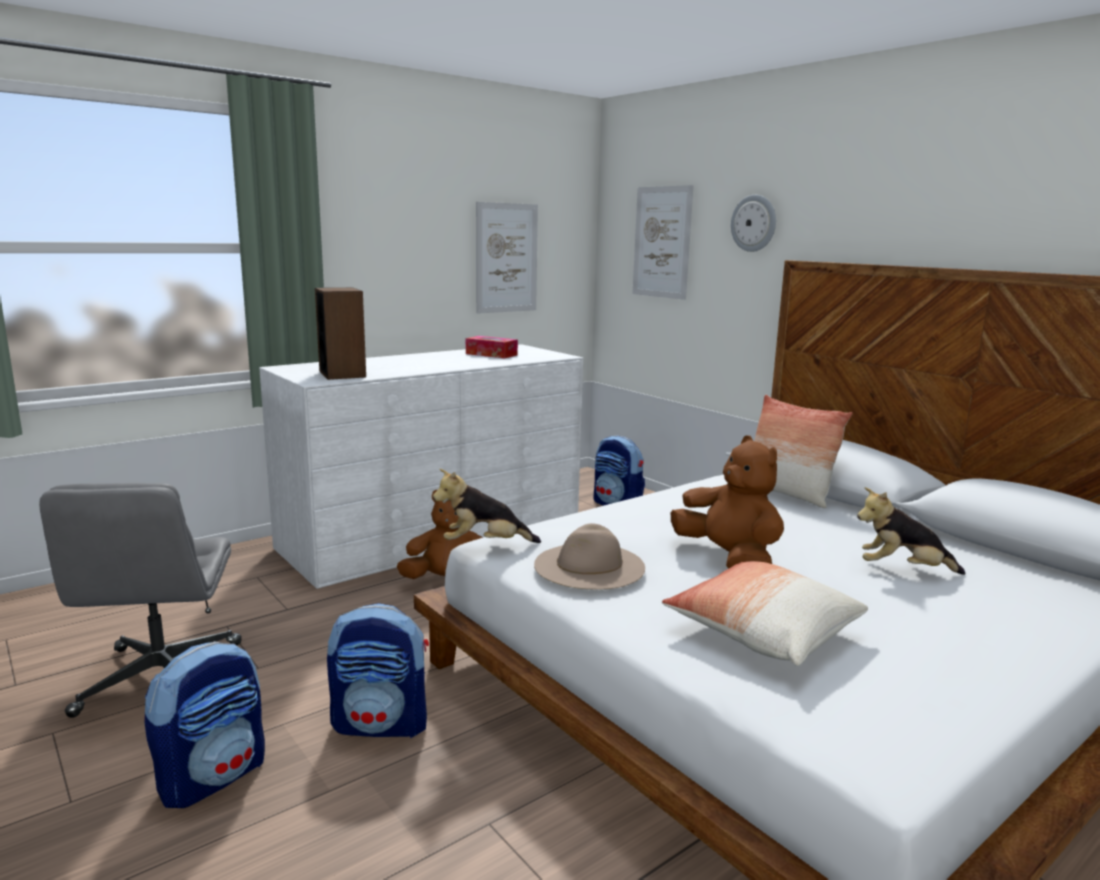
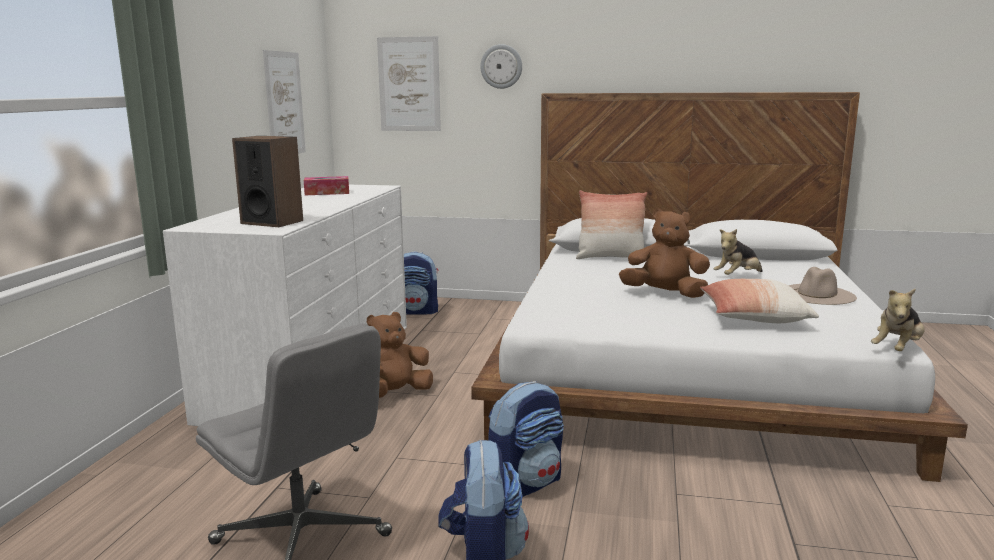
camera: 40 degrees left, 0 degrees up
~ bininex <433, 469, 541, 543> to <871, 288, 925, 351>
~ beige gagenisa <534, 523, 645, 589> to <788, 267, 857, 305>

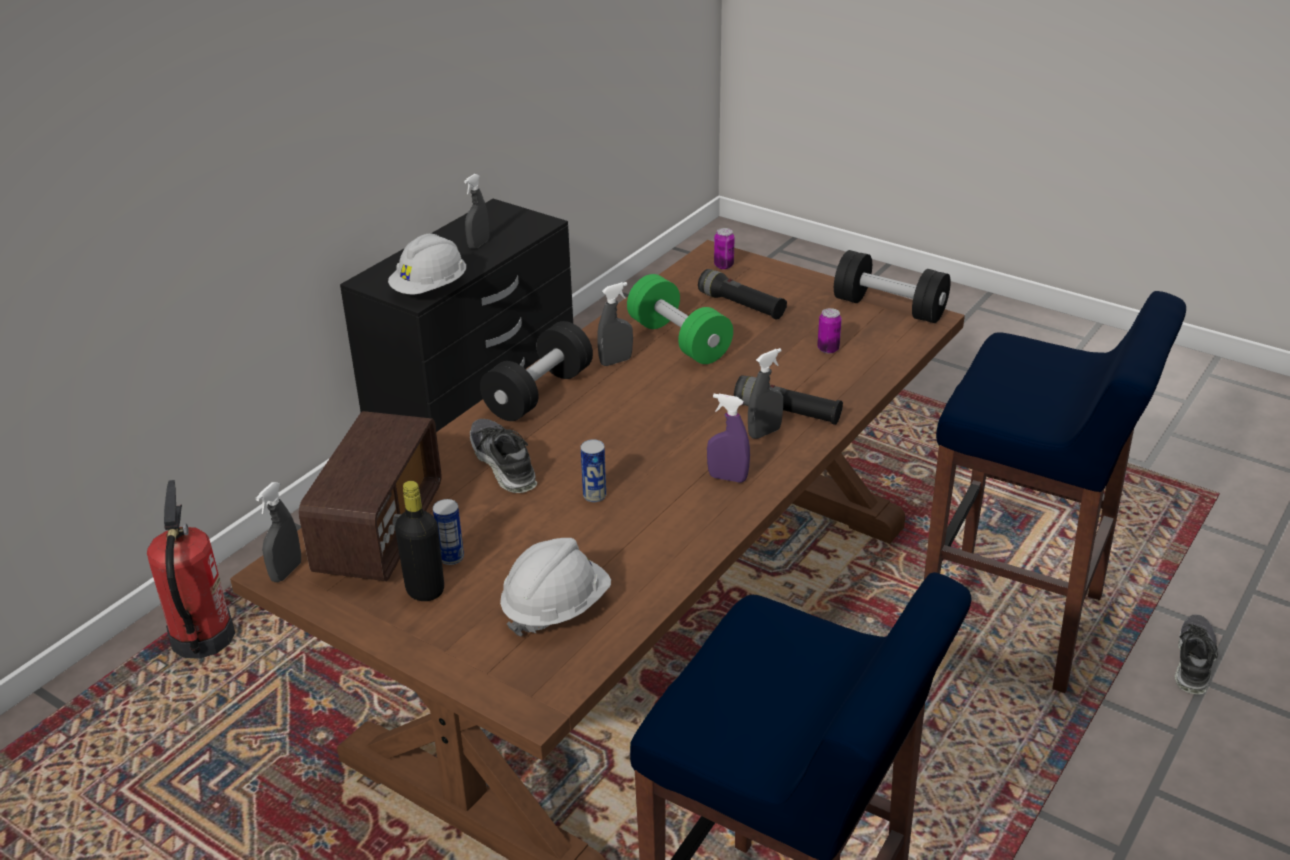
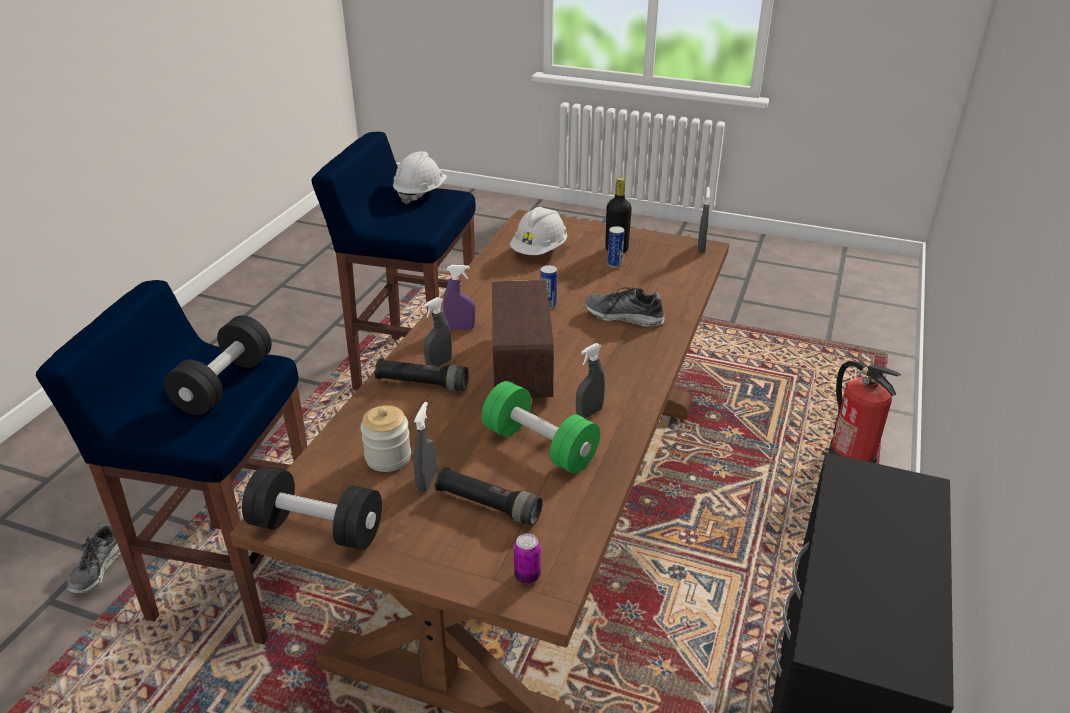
camera: 165 degrees right, 0 degrees up
~ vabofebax <299, 411, 441, 581> to <492, 280, 554, 398>
~ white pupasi <388, 234, 466, 294> to <393, 151, 447, 205>
~ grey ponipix <464, 174, 489, 249> to <414, 402, 437, 492>
~ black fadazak <480, 321, 593, 421> to <164, 315, 272, 415>
~ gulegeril <817, 308, 842, 353> to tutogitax <360, 405, 411, 472>
~ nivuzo <470, 419, 537, 493> = <585, 287, 665, 326> 150 degrees clockwise

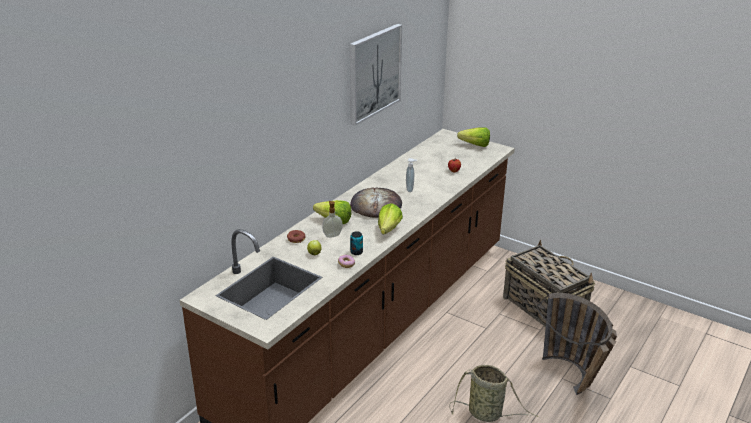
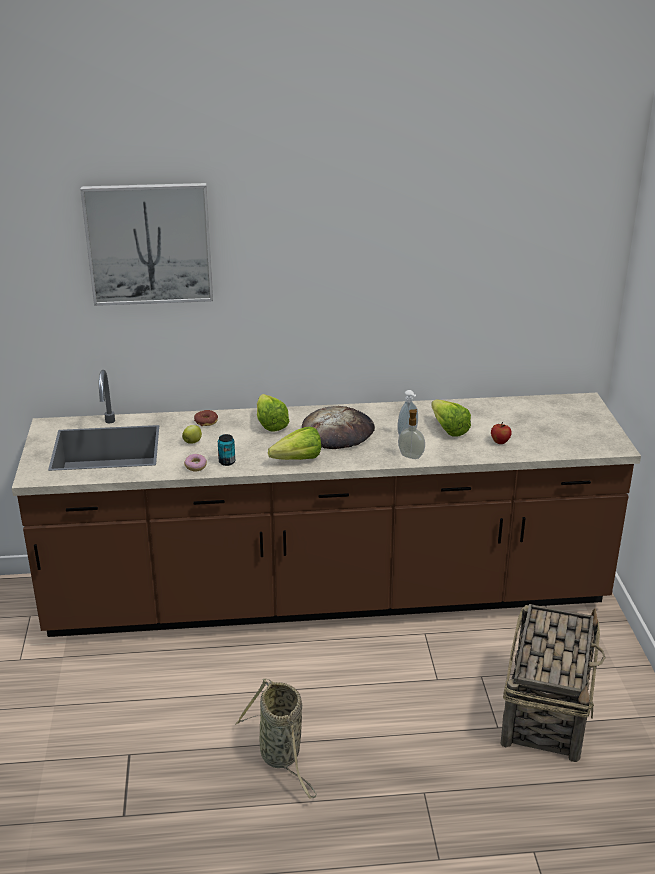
camera: 50 degrees right, 0 degrees up
- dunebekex <536, 293, 617, 395>
~ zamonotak <322, 201, 343, 238> to <398, 409, 425, 459>
~ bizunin <350, 24, 402, 126> to <80, 183, 213, 306>
~ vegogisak <457, 127, 490, 147> to <431, 399, 471, 437>

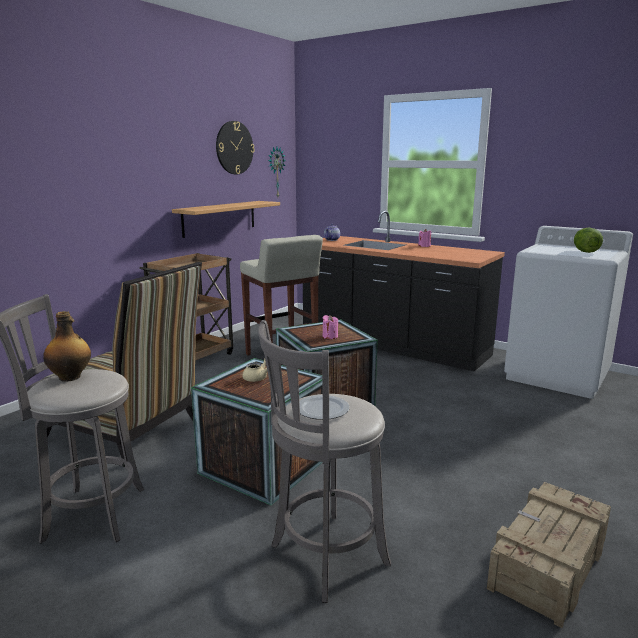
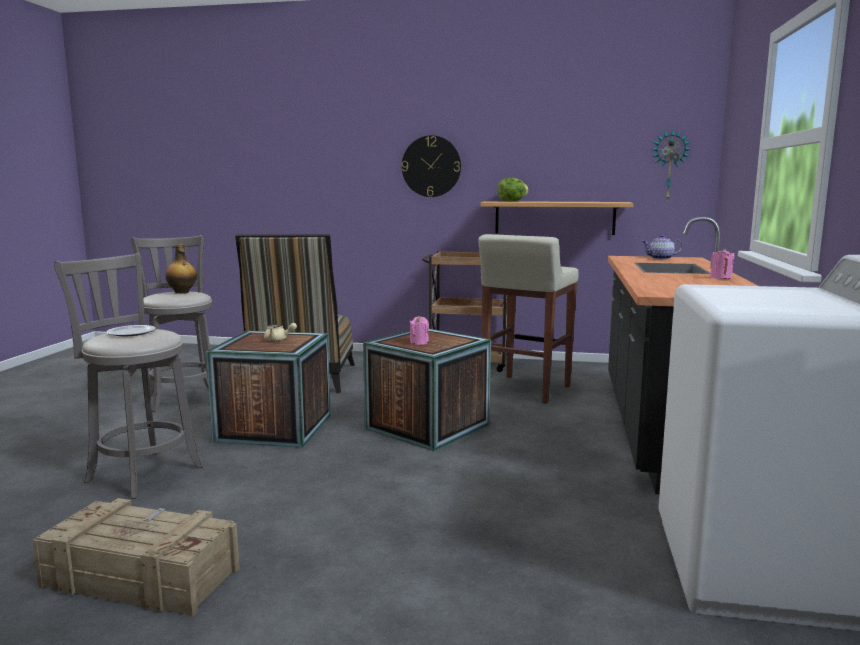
camera: 65 degrees right, 5 degrees down
~ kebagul <216, 121, 255, 174> to <402, 135, 461, 197>
~ vegogisak <574, 228, 603, 253> to <497, 178, 529, 201>

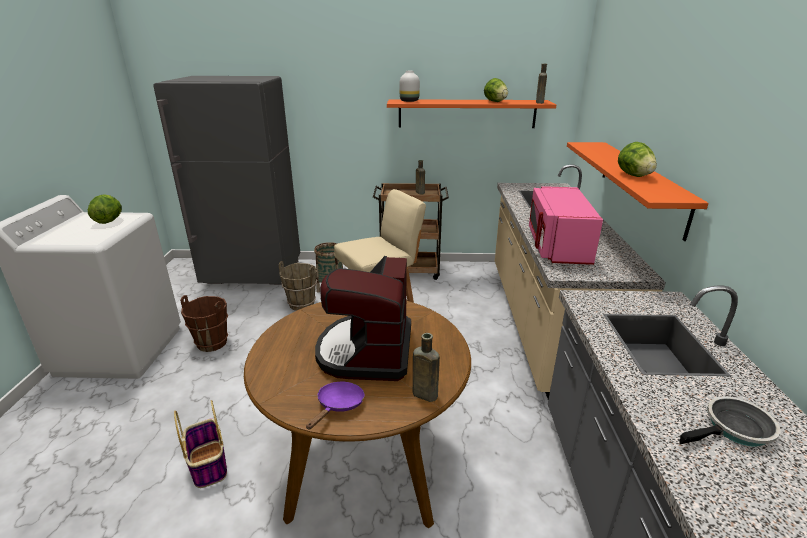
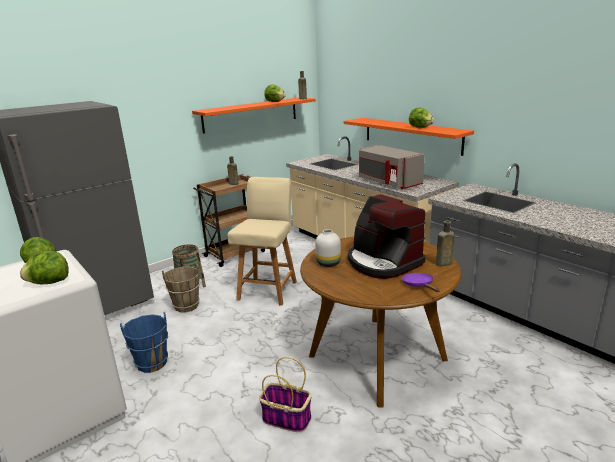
camera: 40 degrees left, 5 degrees down
- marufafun <679, 396, 781, 447>
+ vegogisak <20, 251, 69, 284>
~ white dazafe <400, 71, 420, 102> to <315, 229, 341, 267>
~ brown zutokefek <180, 295, 228, 352> to blue zutokefek <120, 312, 168, 373>
~ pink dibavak <529, 186, 603, 265> to grey dibavak <359, 145, 425, 189>

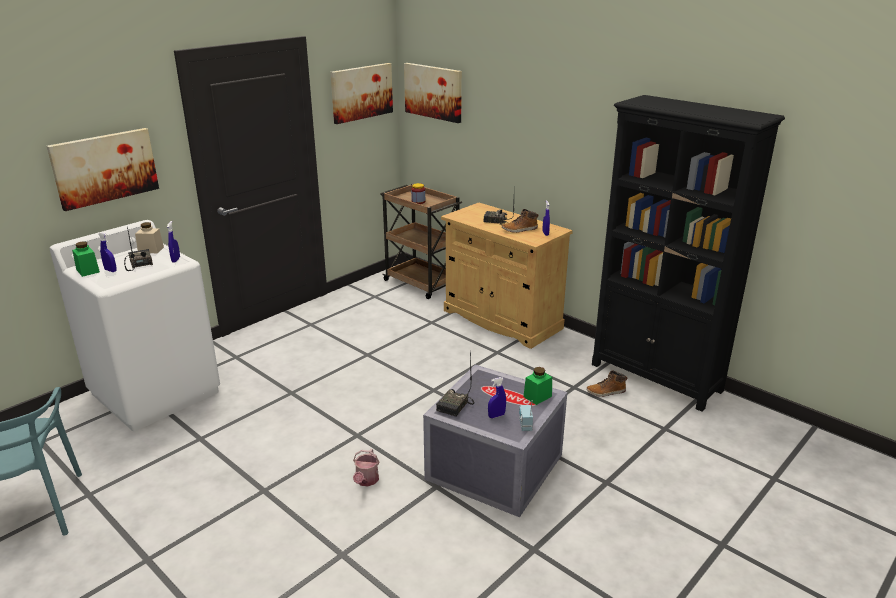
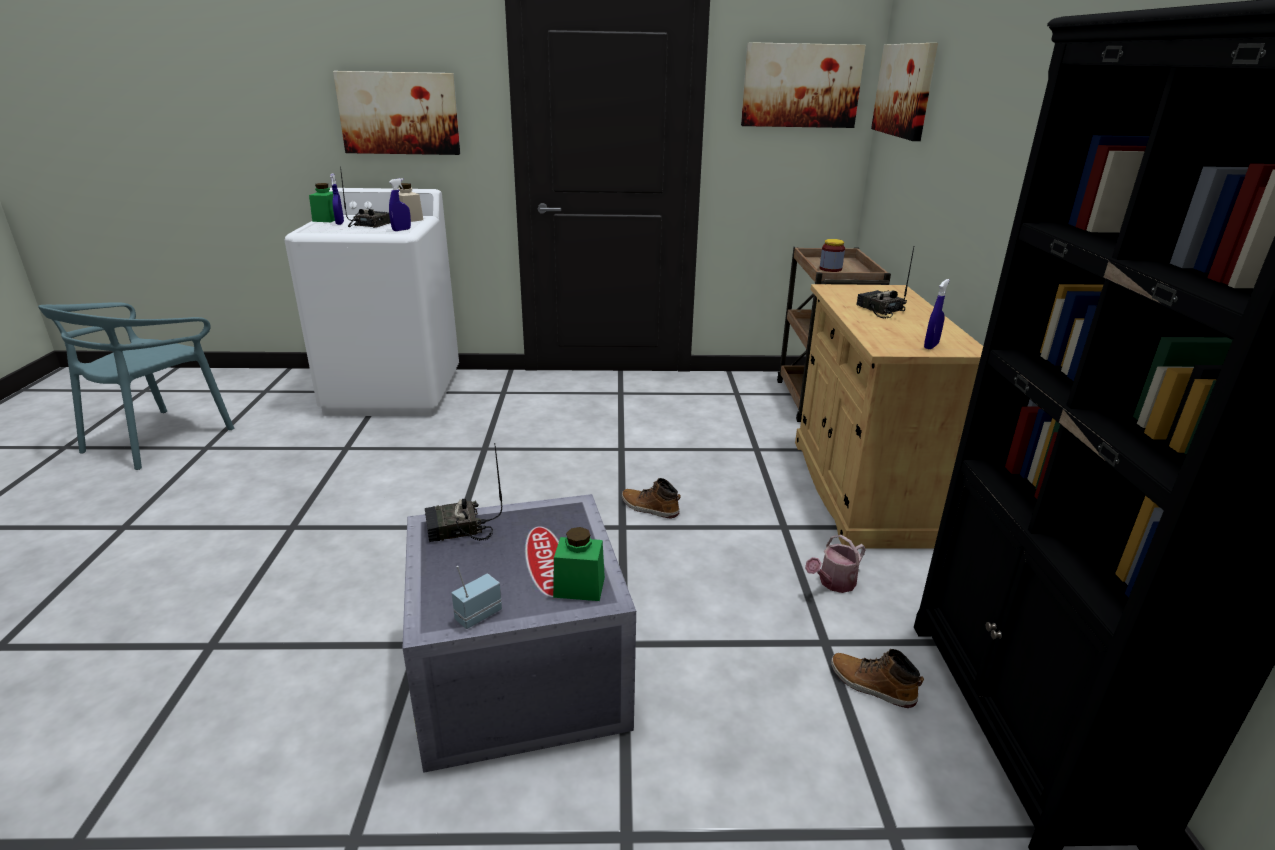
camera: 45 degrees right, 0 degrees up
- blue ponipix <488, 377, 506, 418>
~ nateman <353, 449, 379, 486> to <805, 535, 866, 593>
~ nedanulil <502, 209, 538, 233> to <622, 478, 681, 519>

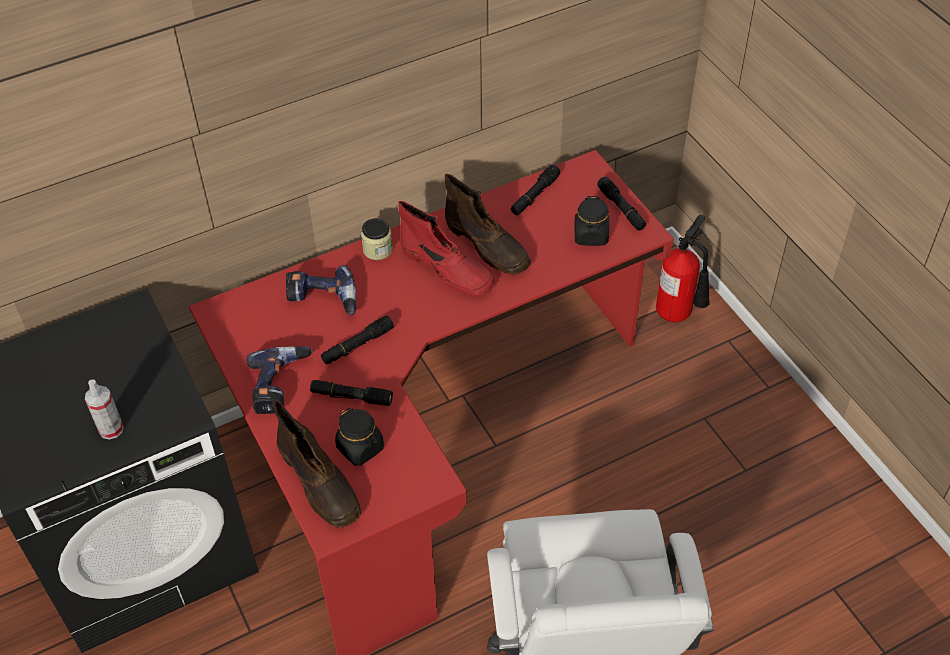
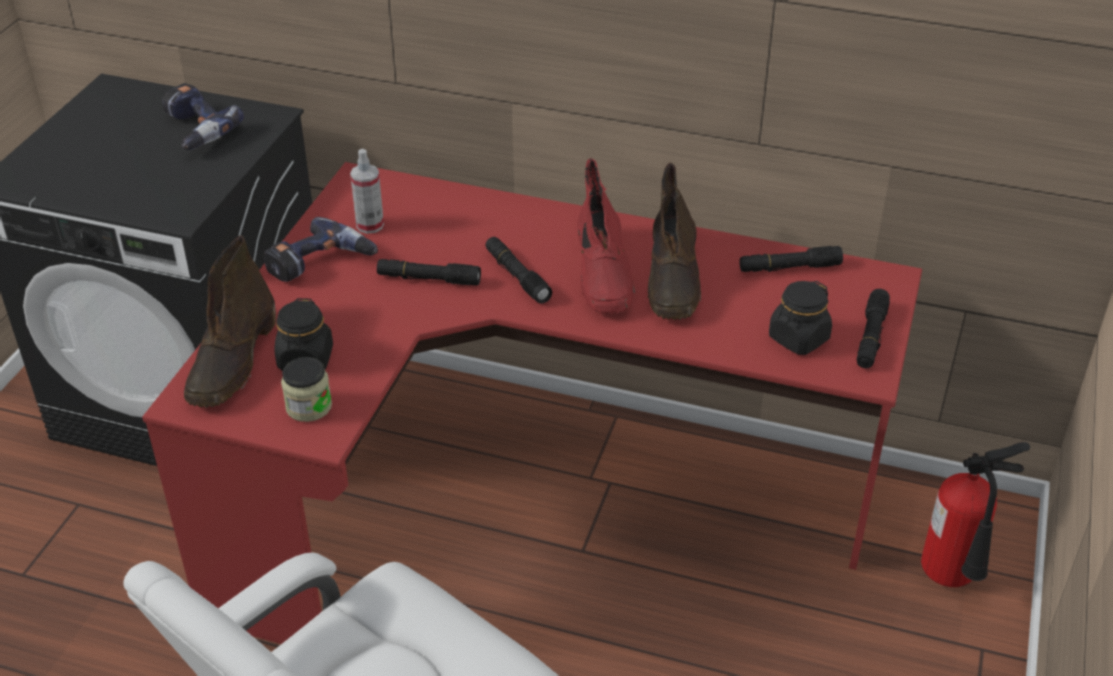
camera: 45 degrees right, 10 degrees down
~ ponipix <85, 379, 123, 440> to <350, 149, 384, 234>
~ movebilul <286, 265, 356, 316> to <162, 83, 244, 150>
~ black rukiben <310, 380, 393, 406> to <485, 237, 552, 304>
~ tutogitax <361, 218, 393, 260> to <281, 357, 332, 422>

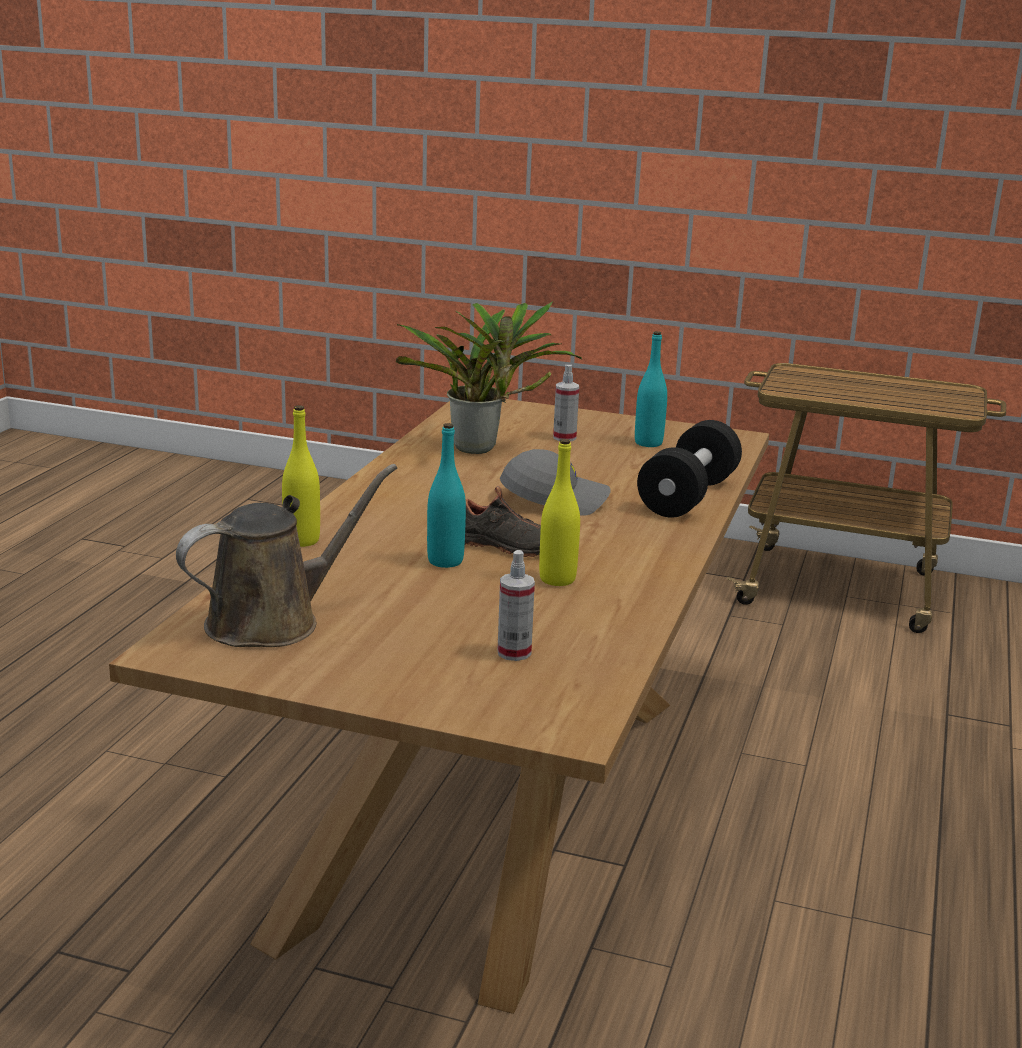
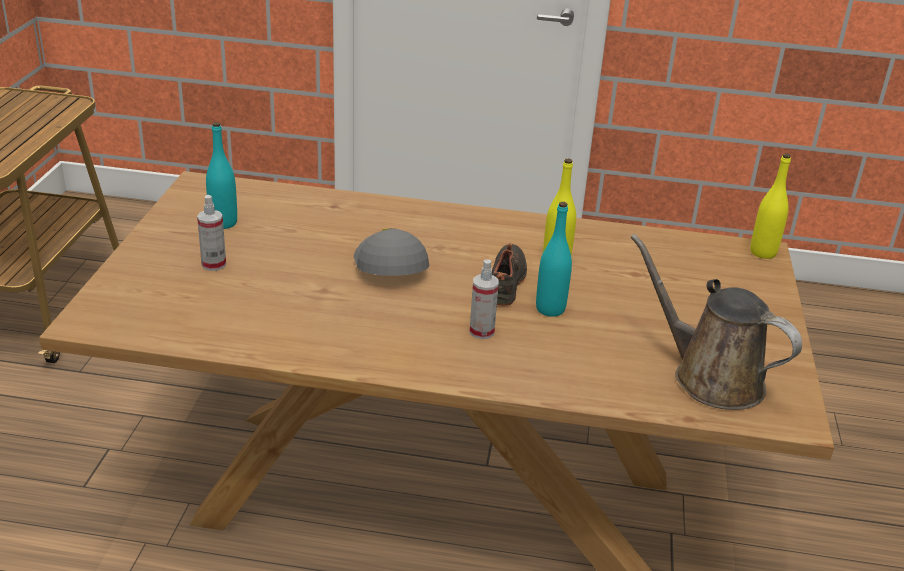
camera: 100 degrees left, 10 degrees up
- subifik <395, 301, 582, 454>
- black fadazak <637, 420, 742, 518>
~ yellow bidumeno <282, 405, 320, 547> to <750, 154, 791, 259>
~ ponipix <497, 550, 535, 661> to <470, 259, 499, 339>

